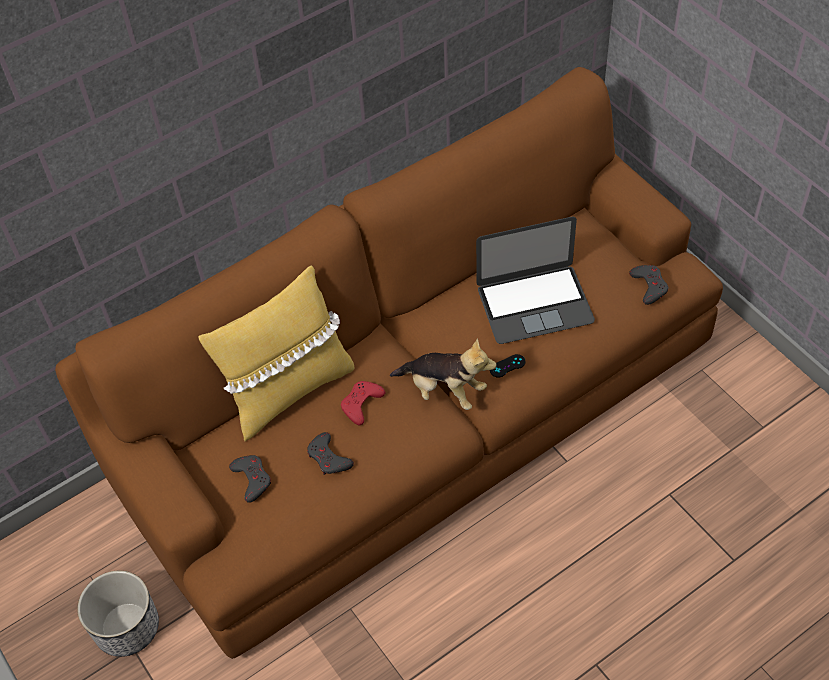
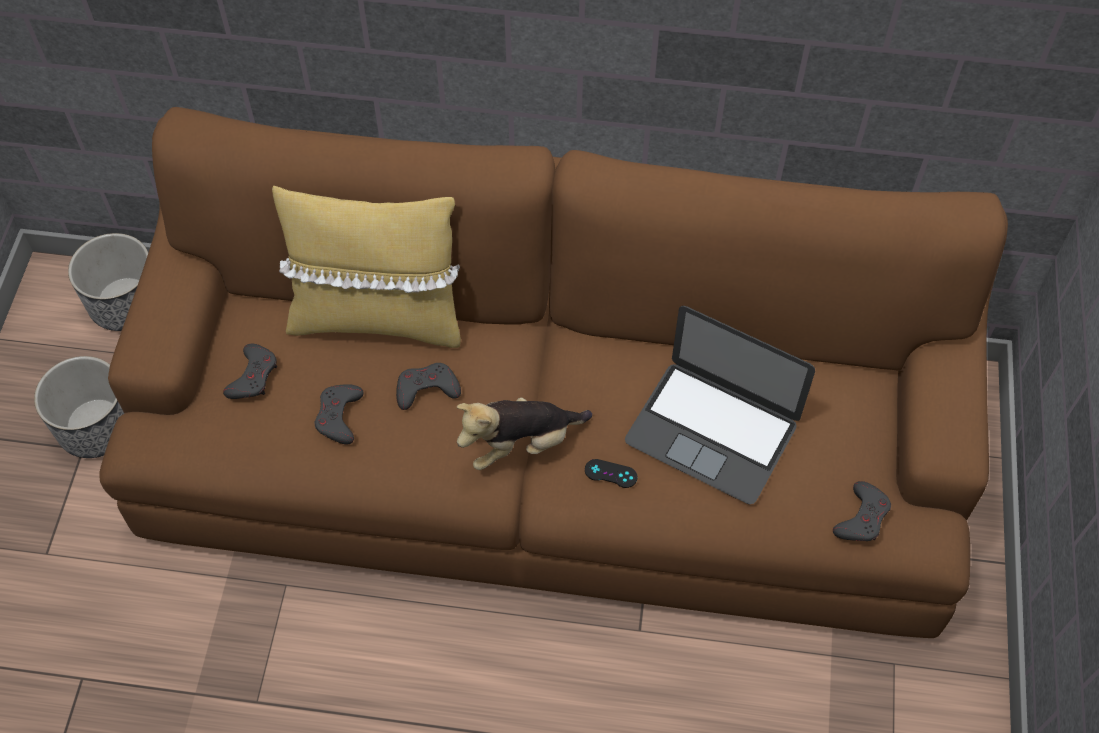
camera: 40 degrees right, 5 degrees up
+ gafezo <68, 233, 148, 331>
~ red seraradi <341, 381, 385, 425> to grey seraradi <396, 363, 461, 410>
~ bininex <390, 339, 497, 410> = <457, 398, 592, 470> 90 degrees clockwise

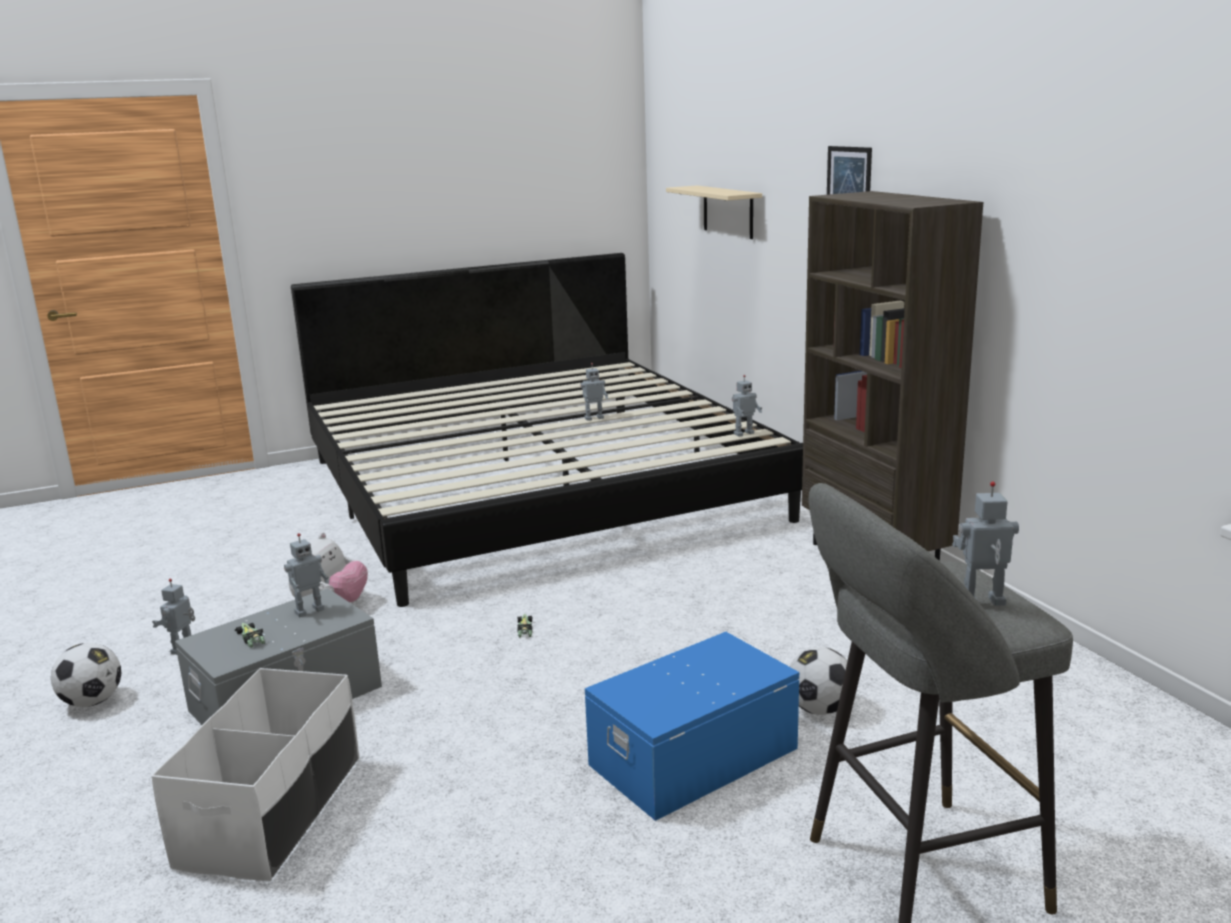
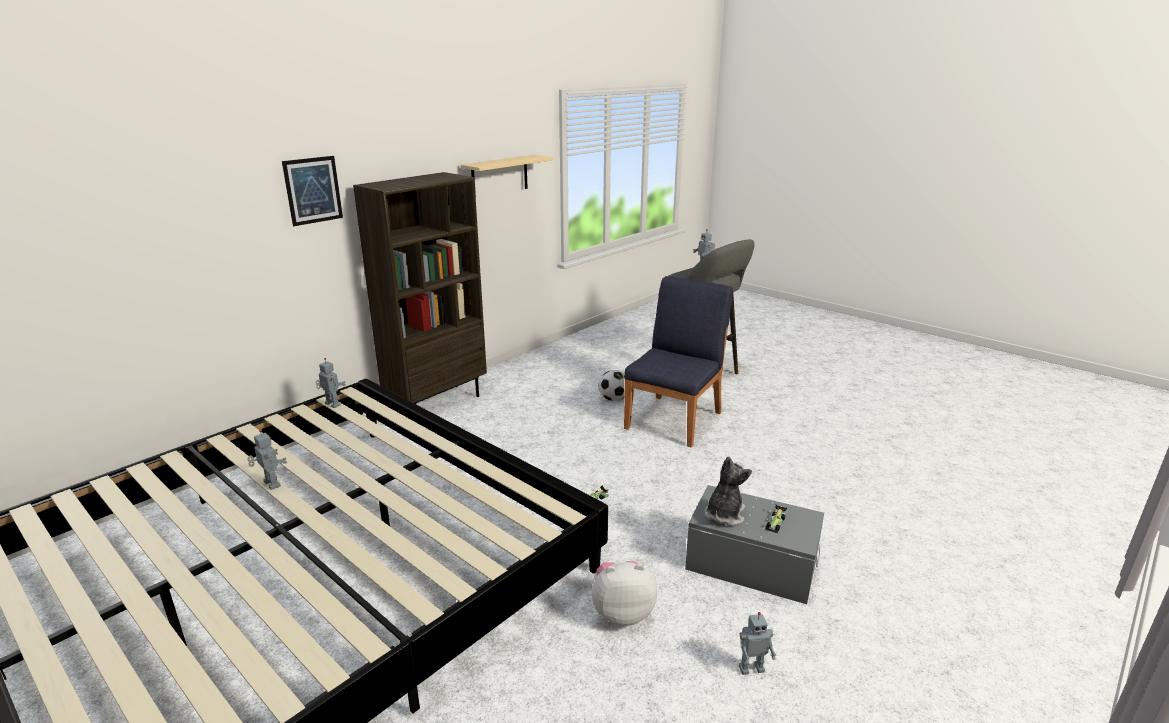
camera: 115 degrees left, 5 degrees up
- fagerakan <51, 643, 121, 707>
- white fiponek <151, 668, 359, 881>
~ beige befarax <666, 185, 762, 239> to <461, 155, 553, 196>
~ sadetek <284, 533, 329, 617> to bininex <704, 456, 752, 526>
~ blue fiponek <585, 632, 799, 821> to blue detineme <624, 276, 733, 447>

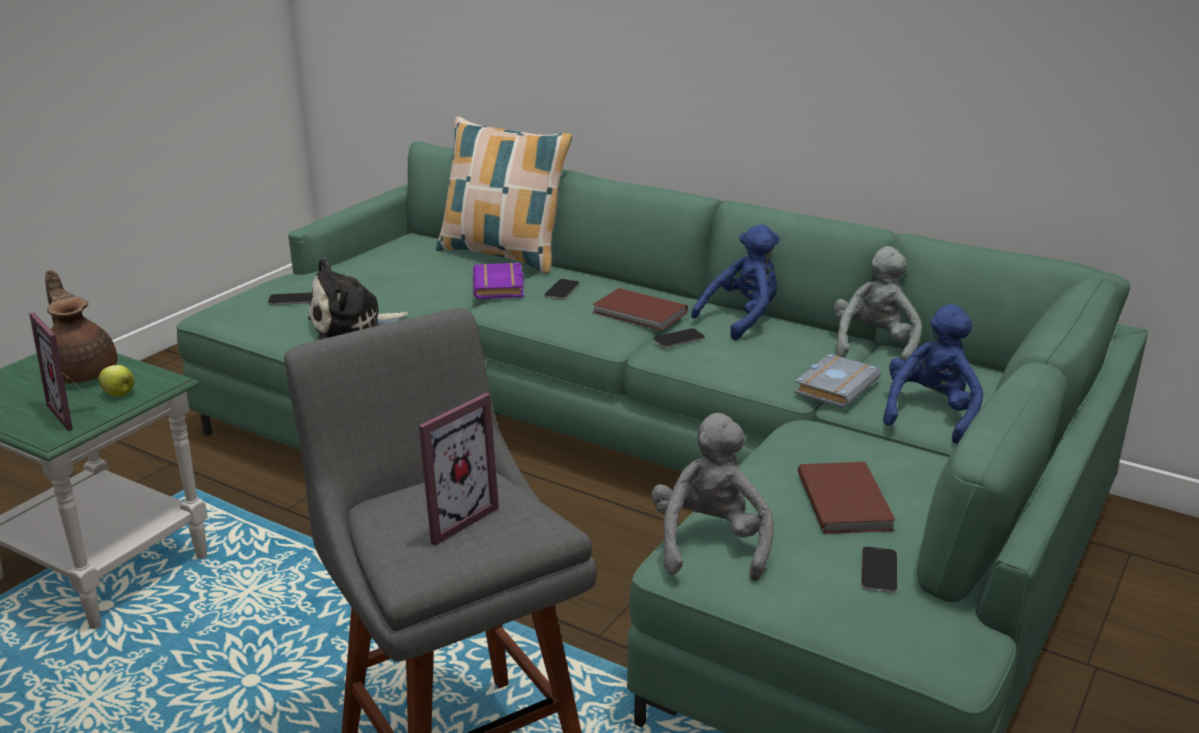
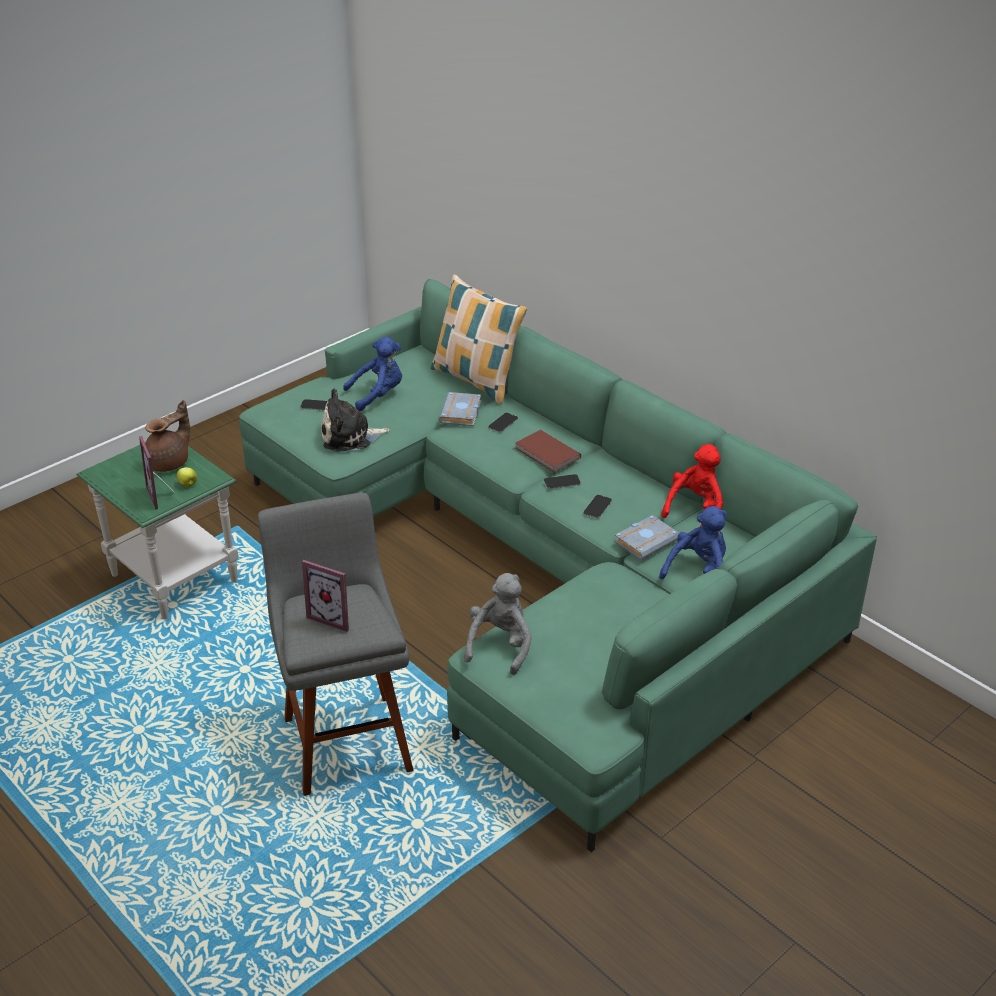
camera: 15 degrees right, 10 degrees up
- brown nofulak <798, 462, 896, 534>
~ blue bininex <691, 224, 780, 340> to <343, 337, 402, 411>
~ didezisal <861, 547, 897, 593> to <583, 495, 612, 518>
~ purple nofulak <473, 263, 524, 299> to grey nofulak <439, 392, 481, 426>
~ grey bininex <834, 246, 922, 362> to red bininex <661, 444, 723, 527>
~ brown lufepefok <45, 270, 118, 384> = <145, 400, 190, 472> 60 degrees clockwise
~ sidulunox <419, 393, 499, 546> = <302, 560, 349, 632> 60 degrees clockwise

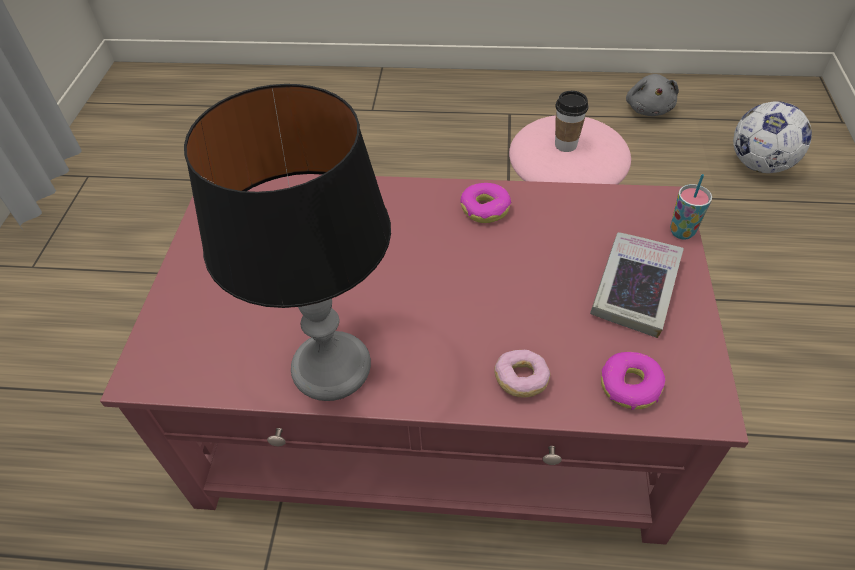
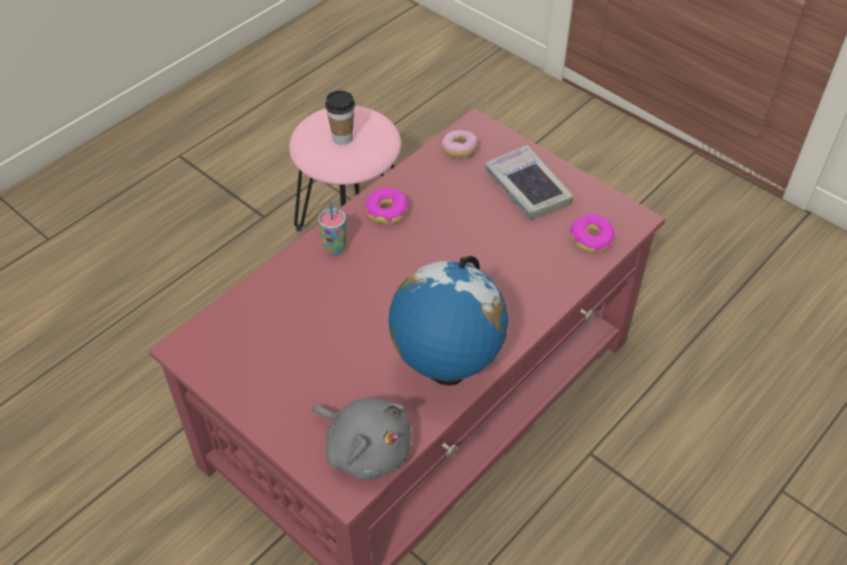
camera: 55 degrees left, 0 degrees up
- fagerakan <733, 101, 812, 173>
~ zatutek <494, 350, 550, 398> to <441, 130, 478, 158>
~ grey bininex <626, 74, 679, 116> to <312, 398, 411, 480>
~ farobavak <670, 174, 712, 240> to <318, 202, 346, 255>
~ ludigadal <184, 84, 391, 401> to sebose <389, 256, 508, 386>

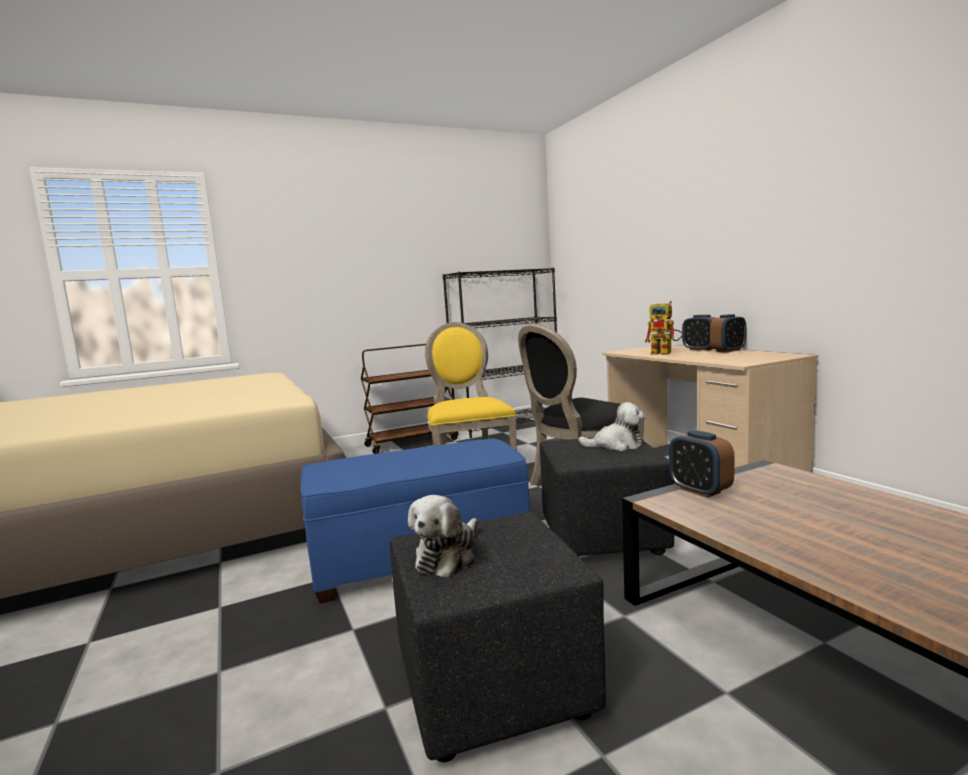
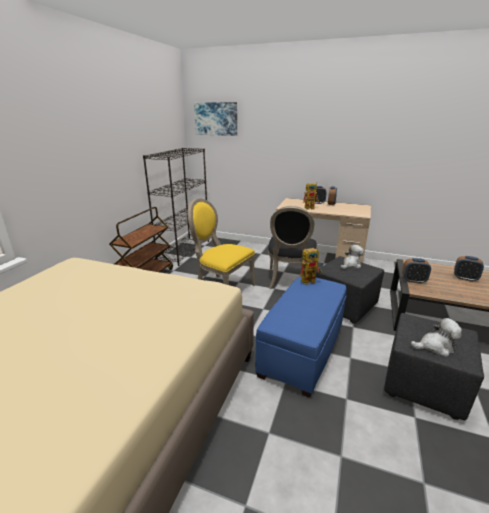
camera: 45 degrees left, 15 degrees up
+ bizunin <194, 102, 237, 136>
+ sadetek <300, 247, 322, 285>
+ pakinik <454, 256, 484, 282>
~ bininex <408, 495, 478, 578> = <411, 318, 462, 357> 75 degrees counterclockwise

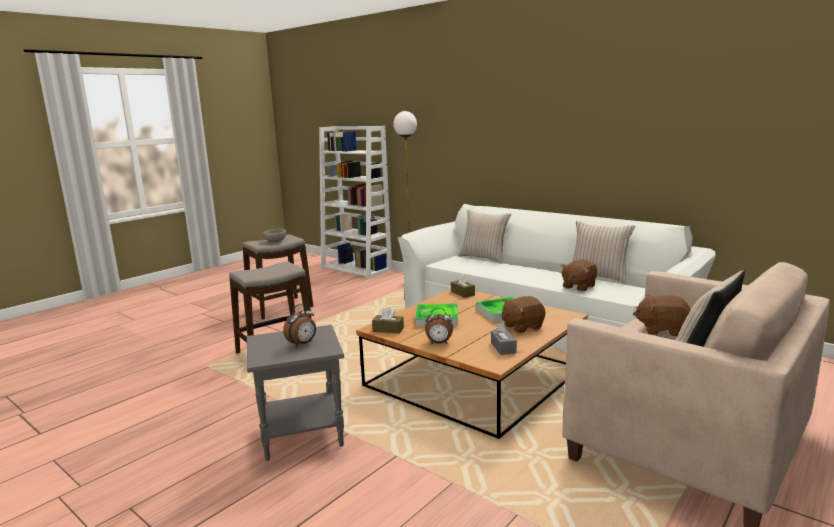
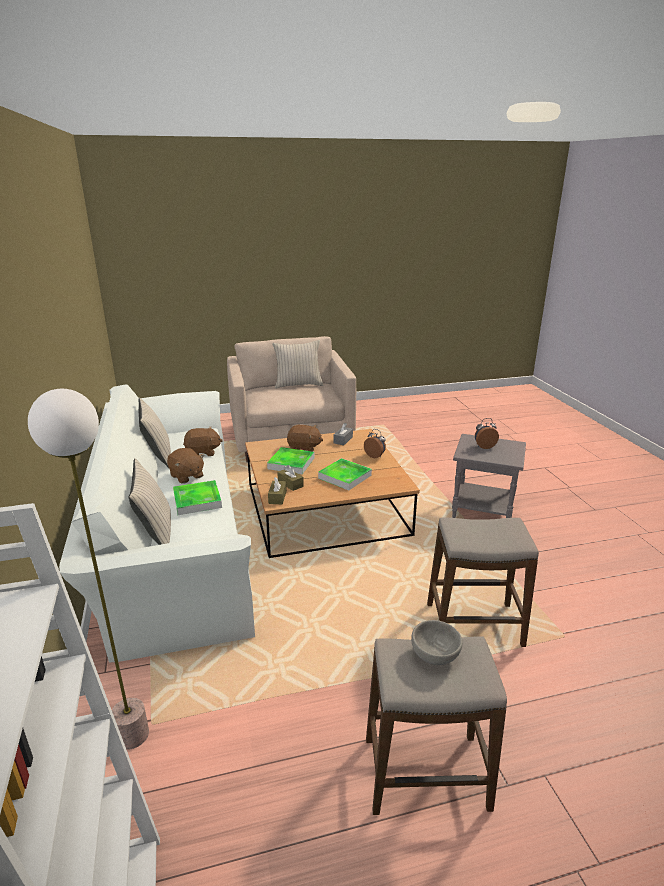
camera: 145 degrees left, 10 degrees up
+ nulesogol <173, 480, 222, 515>
~ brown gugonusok <372, 307, 404, 334> to <277, 465, 304, 491>
~ brown bininex <633, 294, 691, 337> to <167, 448, 204, 484>

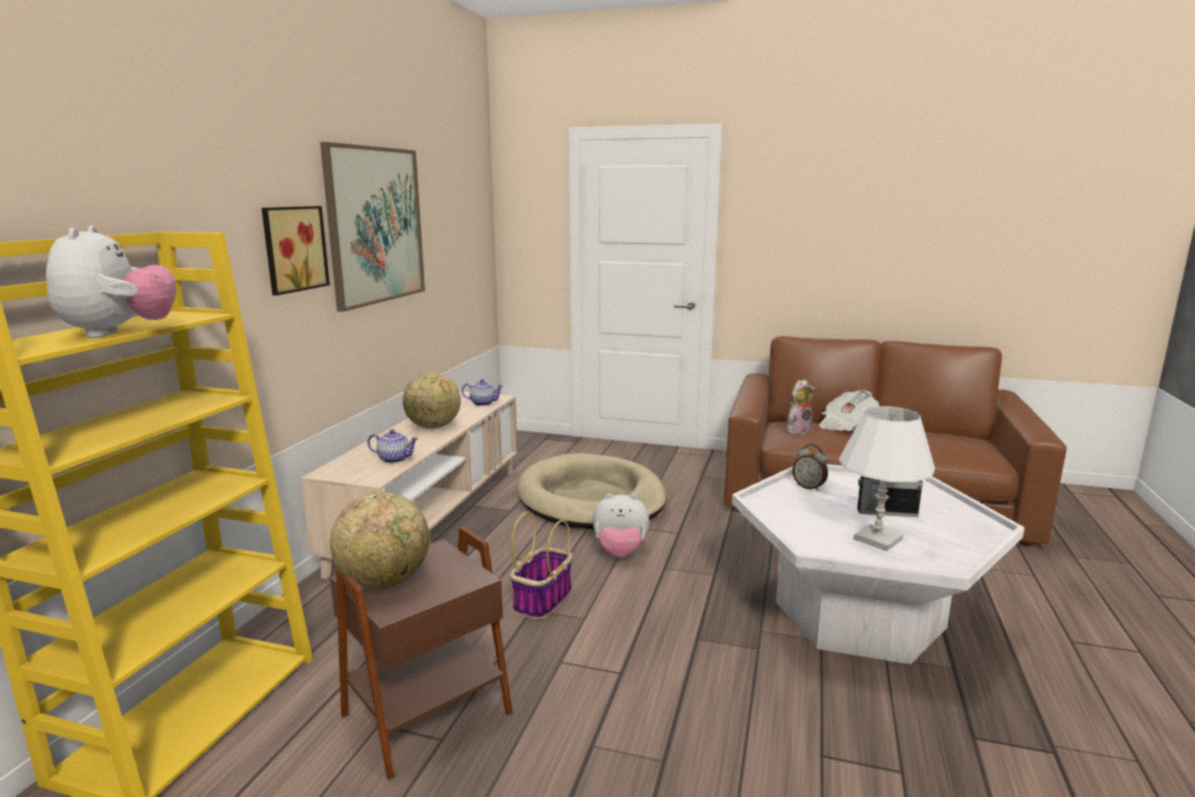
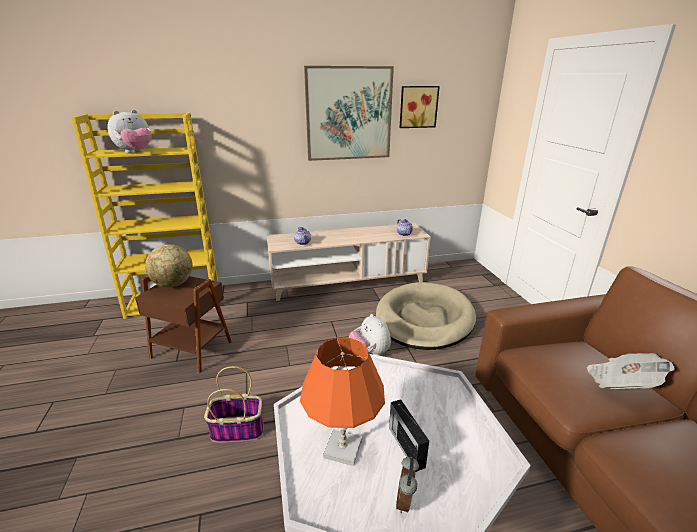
camera: 60 degrees right, 10 degrees up
- sebose <403, 373, 461, 429>
- bininex <786, 379, 816, 436>
~ bizunin <262, 206, 330, 295> to <400, 86, 440, 128>
~ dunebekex <510, 512, 572, 620> to <204, 366, 264, 443>
~ pakinik <792, 444, 828, 491> to <396, 456, 419, 513>
~ white ludigadal <839, 406, 935, 551> to orange ludigadal <300, 337, 385, 466>

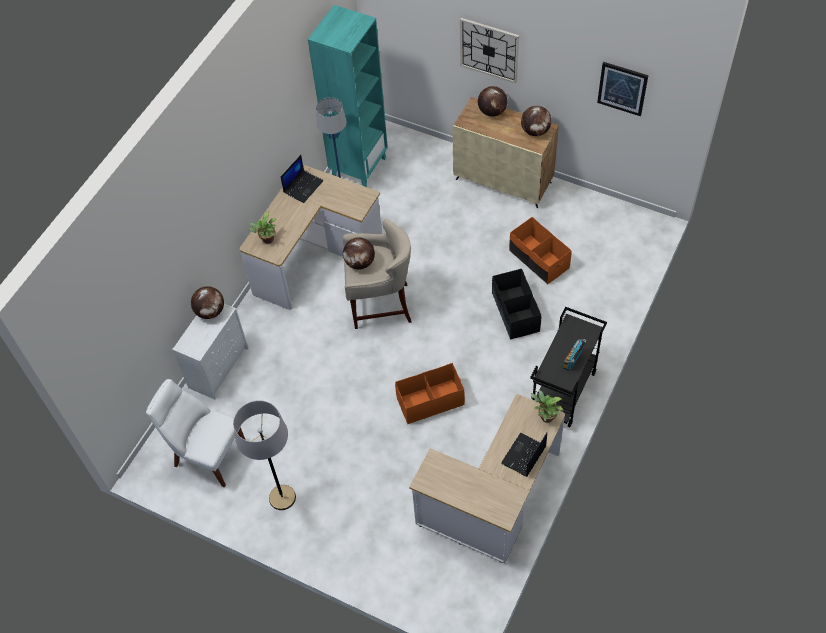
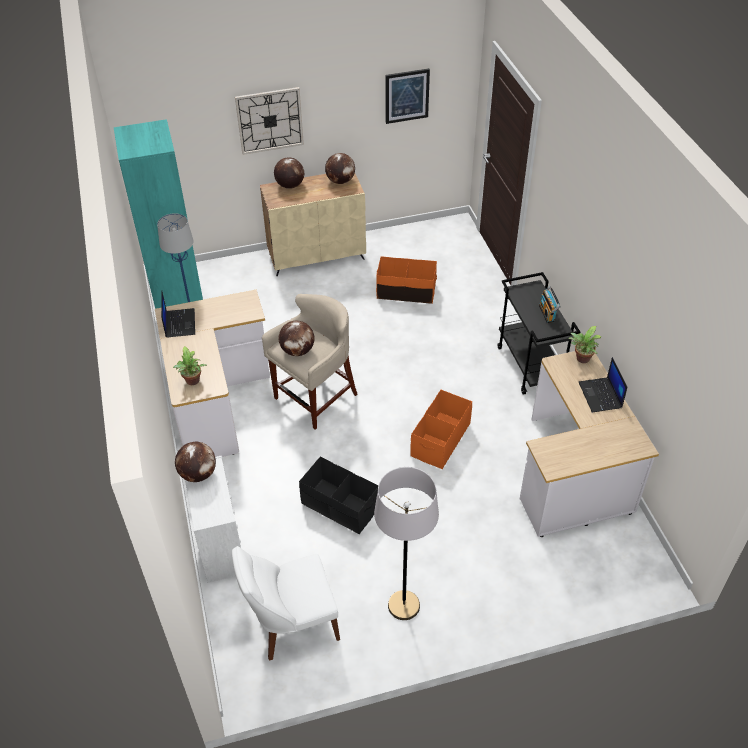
camera: 45 degrees left, 10 degrees down
~ black fiponek <492, 269, 541, 339> to <299, 456, 378, 534>

